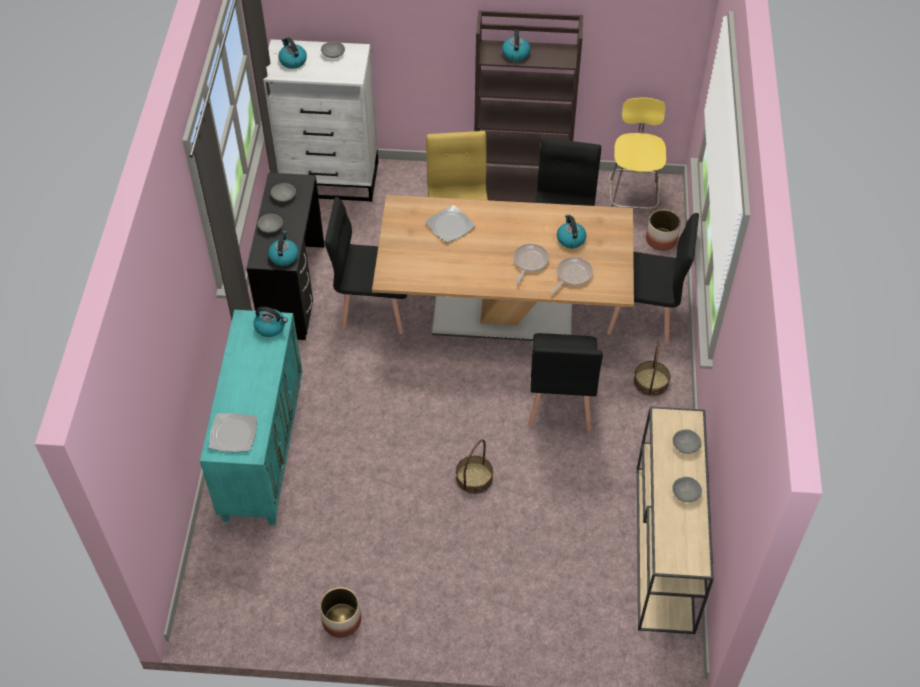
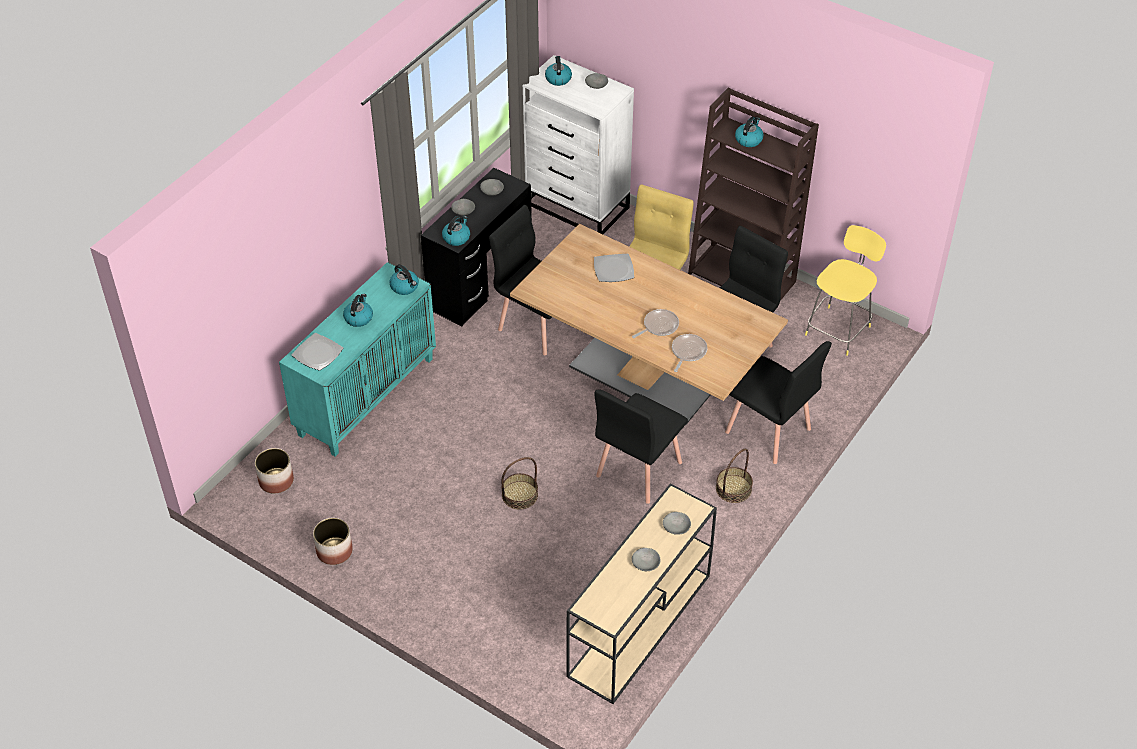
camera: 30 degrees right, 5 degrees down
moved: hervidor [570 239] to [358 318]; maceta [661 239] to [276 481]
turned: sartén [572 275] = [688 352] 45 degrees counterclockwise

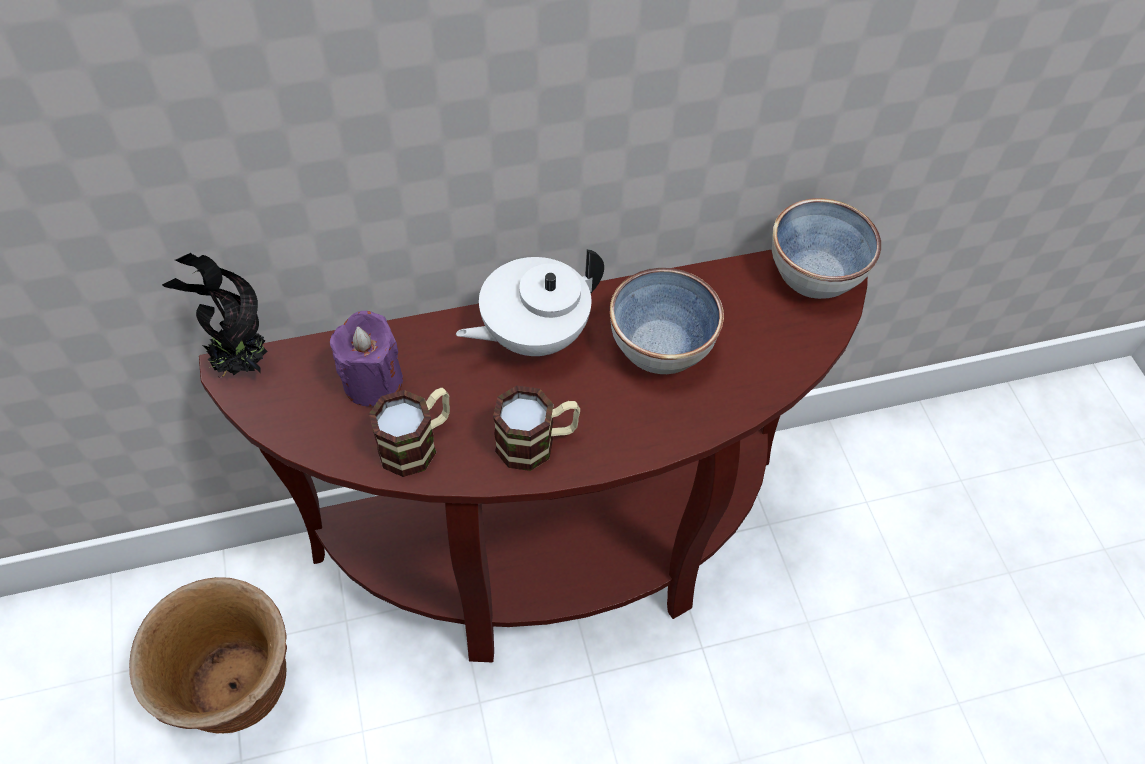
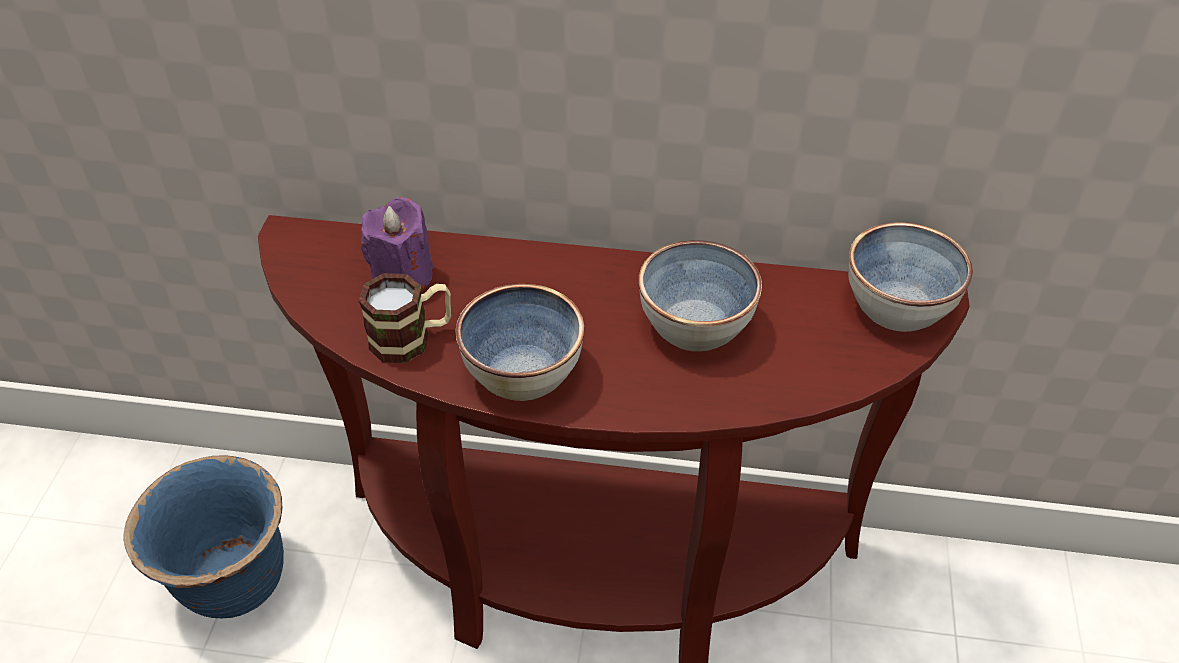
camera: 25 degrees right, 10 degrees down
removed: planta en maceta [239 365]; tetera (blanco) [533 335]
replaced: taza grande [537 443] to cuenco [523 372]
recoloured: maceta (marrón) [238 689] to maceta (azul) [234 583]

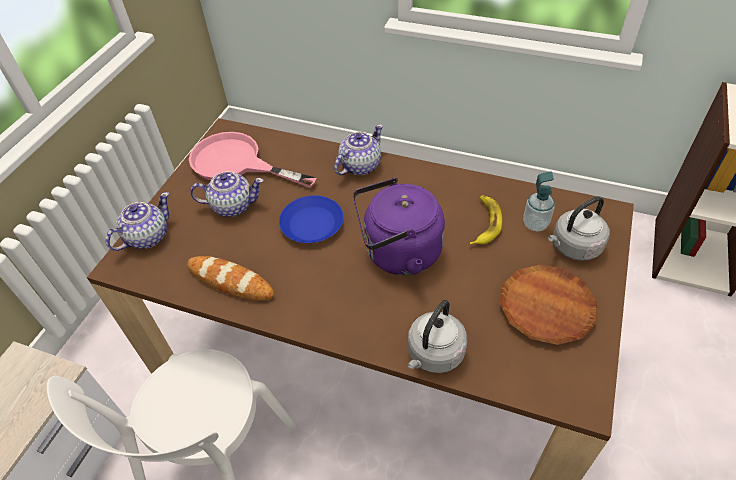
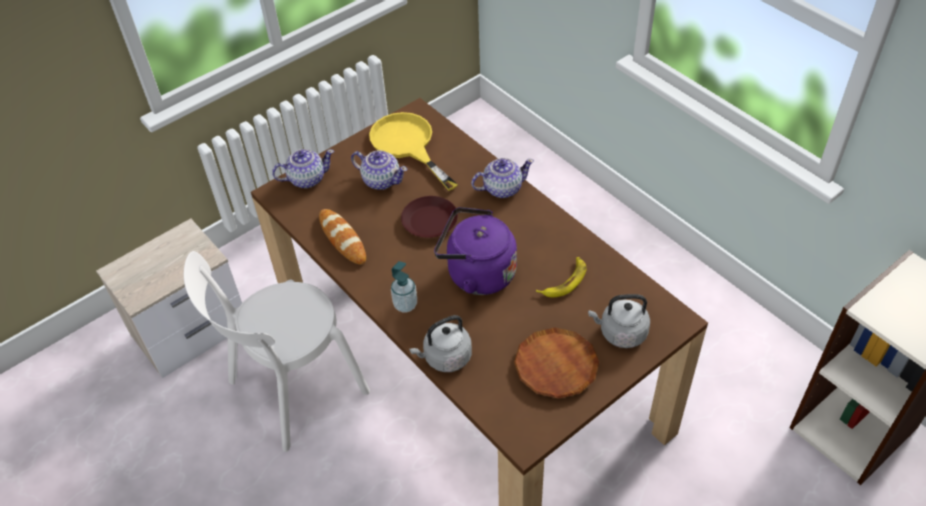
camera: 30 degrees right, 0 degrees up
moved: dispensador de jabón [535 224] to [405 305]
recoloured: sartén (rosa) [237 163] to sartén (amarillo) [408 145]; plato (azul) [312 224] to plato (marrón) [430 221]

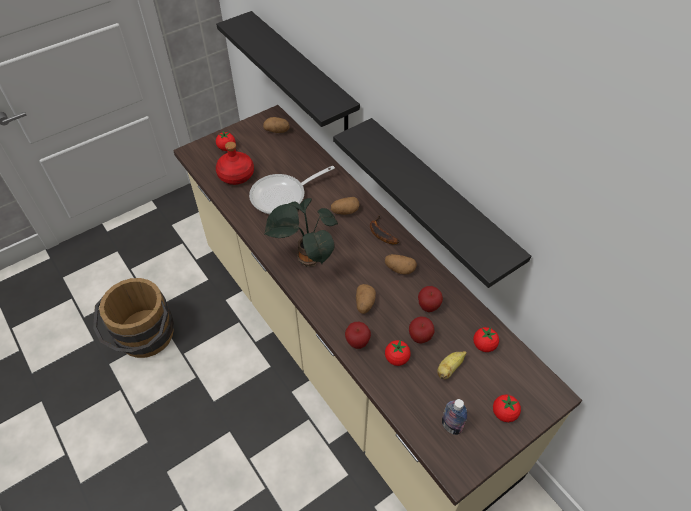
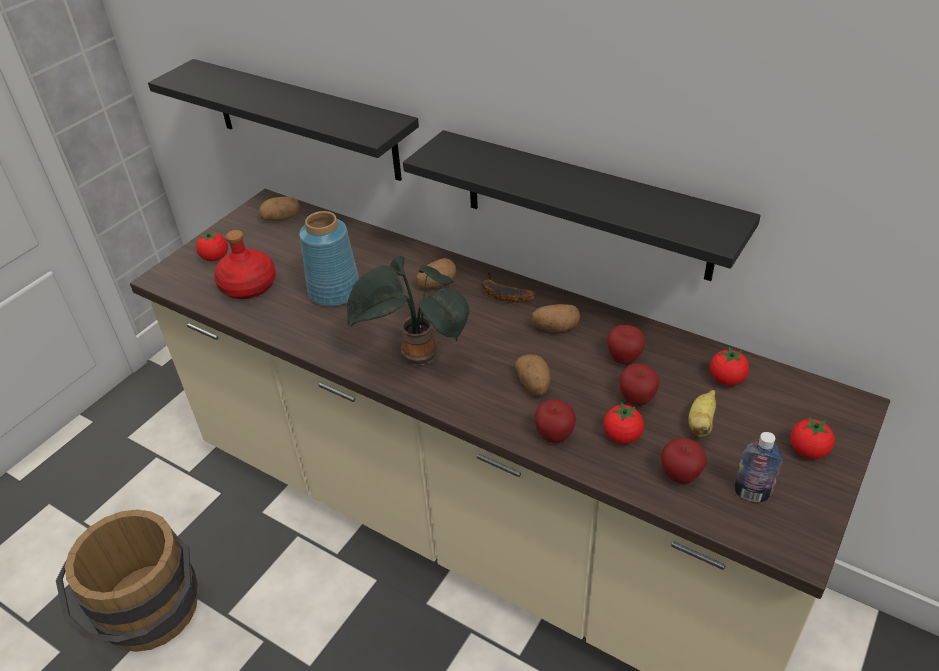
camera: 20 degrees left, 10 degrees down
added: manzana [680 476]
replaced: sartén [283 196] to florero (azul) [335 291]

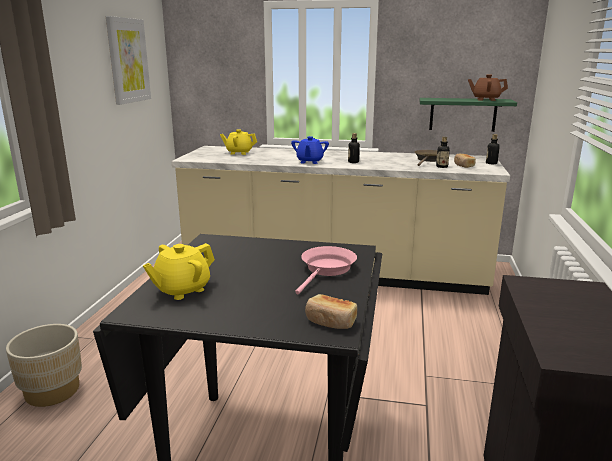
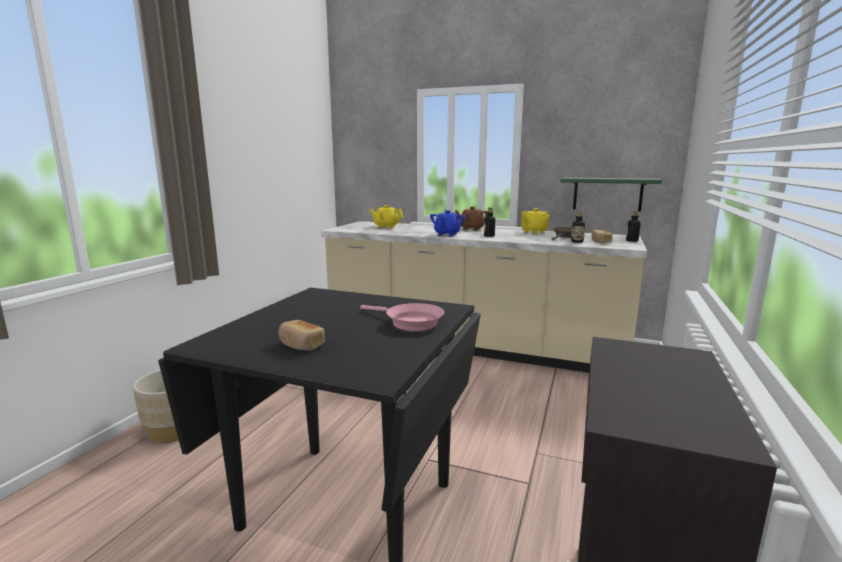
camera: 10 degrees right, 5 degrees down
removed: cuadro [128 60]
moved: tetera (amarillo) [182 290] to [533 232]; pan [330 321] to [301 345]; tetera (marrón) [485 99] to [471 229]
turned: sartén (rosa) [327 269] = [410 322] 90 degrees clockwise

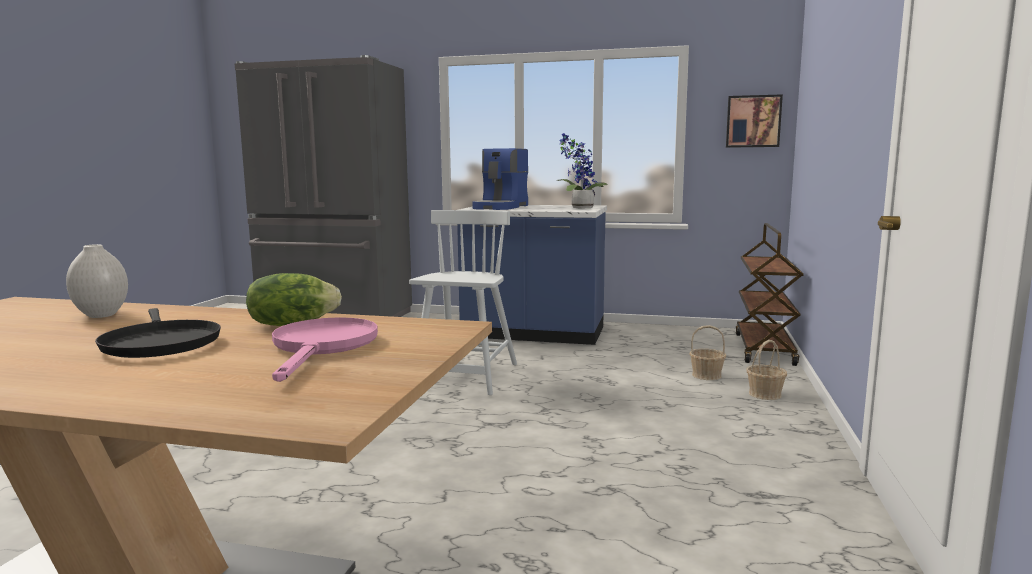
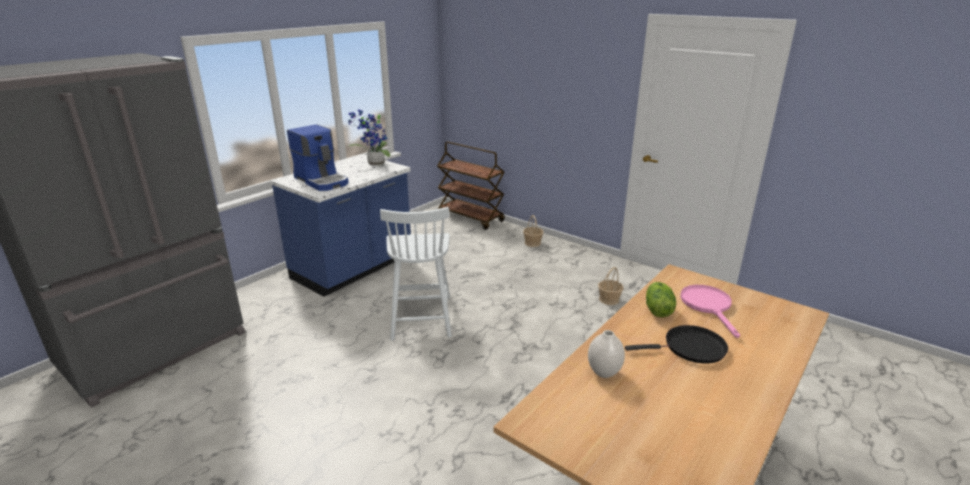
camera: 65 degrees left, 15 degrees up
removed: cuadro [753 121]
moved: cesta [706 375] to [609 299]
turned: sartén (rosa) [322 347] = [708 306] 60 degrees clockwise; silla (blanco) [467 377] = [421 316] 135 degrees counterclockwise

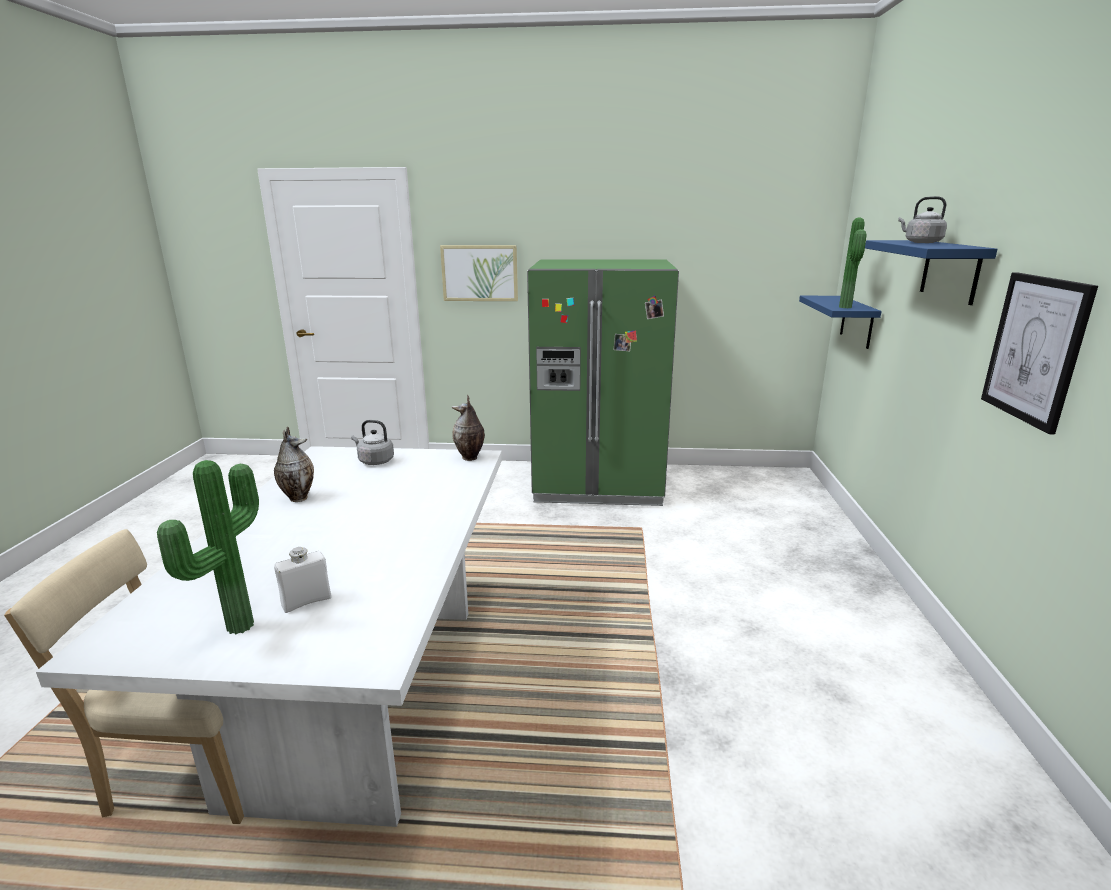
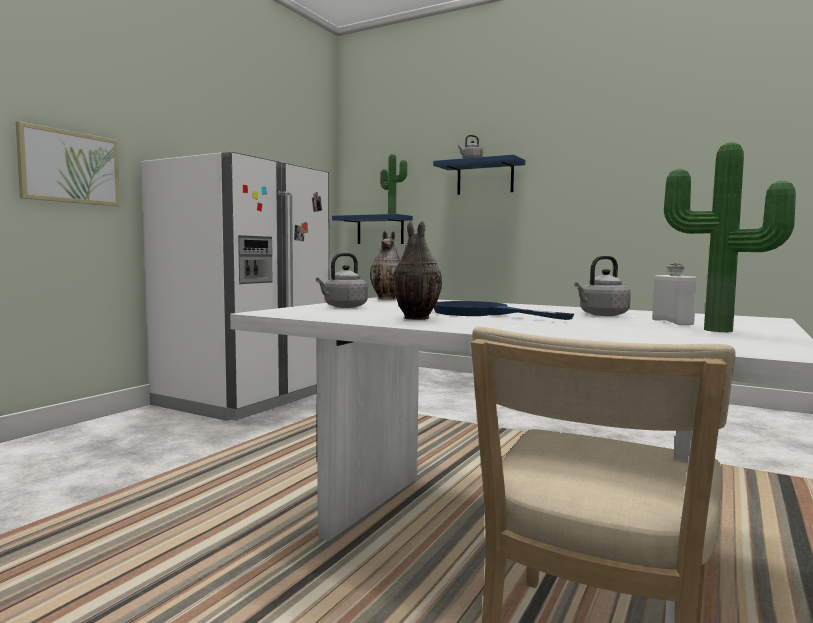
camera: 65 degrees left, 15 degrees down
removed: cuadro [1035 349]
added: sartén (azul) [481 313]; hervidor (gris) [601 315]
recoloured: nevera (verde) [598 483] to nevera (blanco) [244 398]

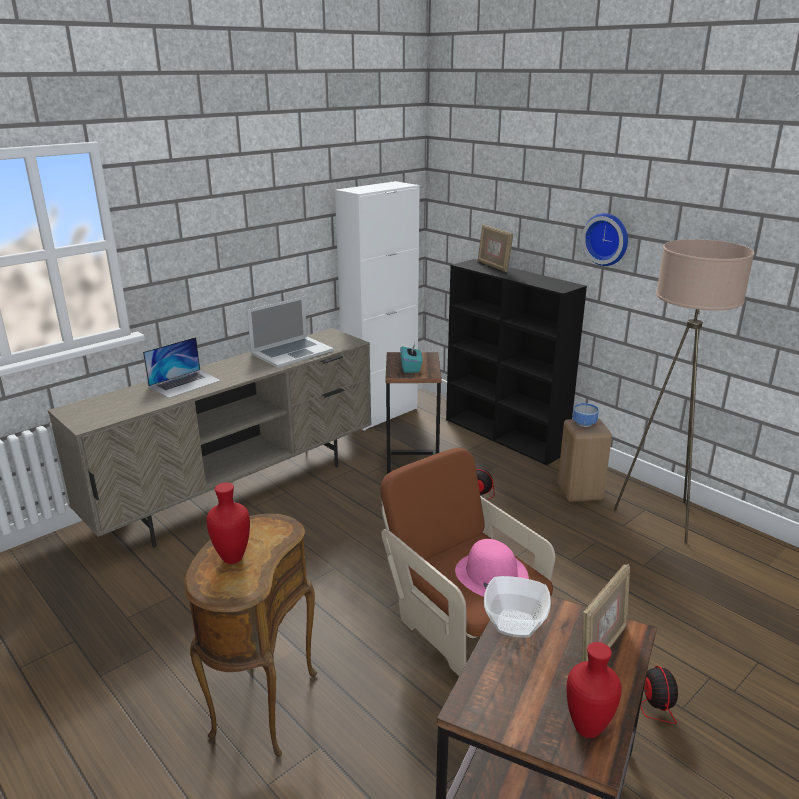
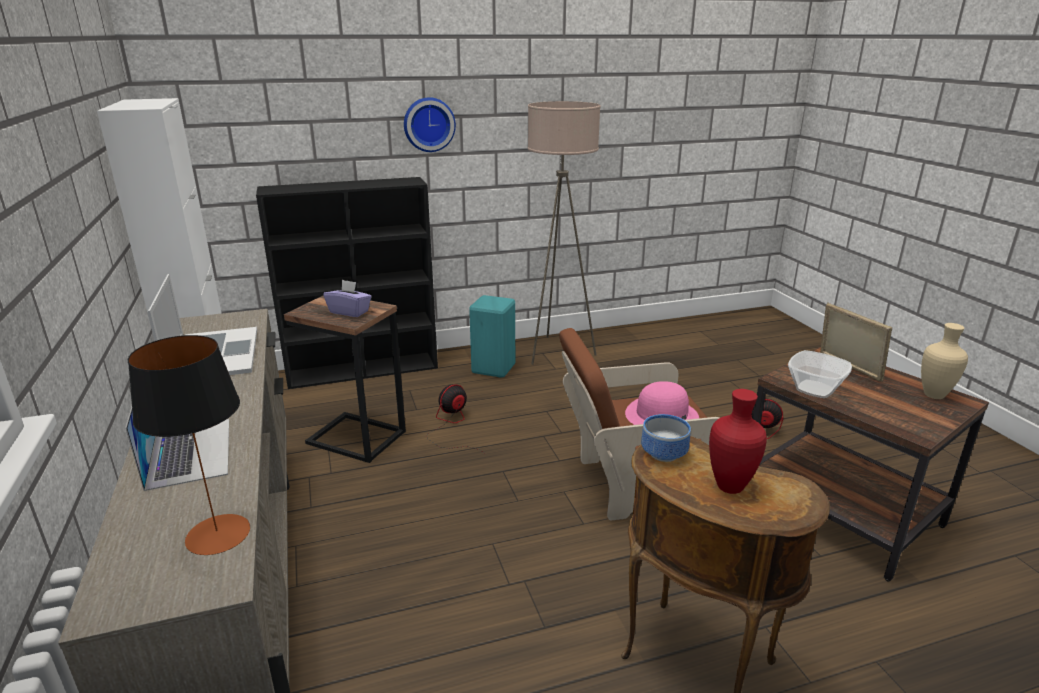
camera: 65 degrees left, 0 degrees up
removed: portarretratos [493 266]
added: lámpara de mesa [217 534]
moved: cuenco [583 423] to [662 455]
recoloured: caja de pañuelos (turquesa) [411 368] to caja de pañuelos (morado) [349 312]; taburete (beis) [581 492] to taburete (turquesa) [495 368]; florero (rojo) [586 727] to florero (beis) [932 395]

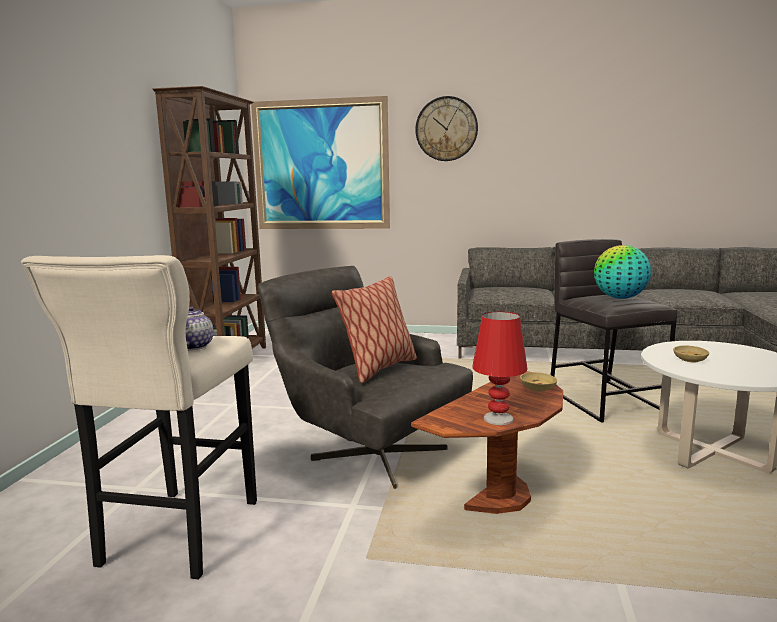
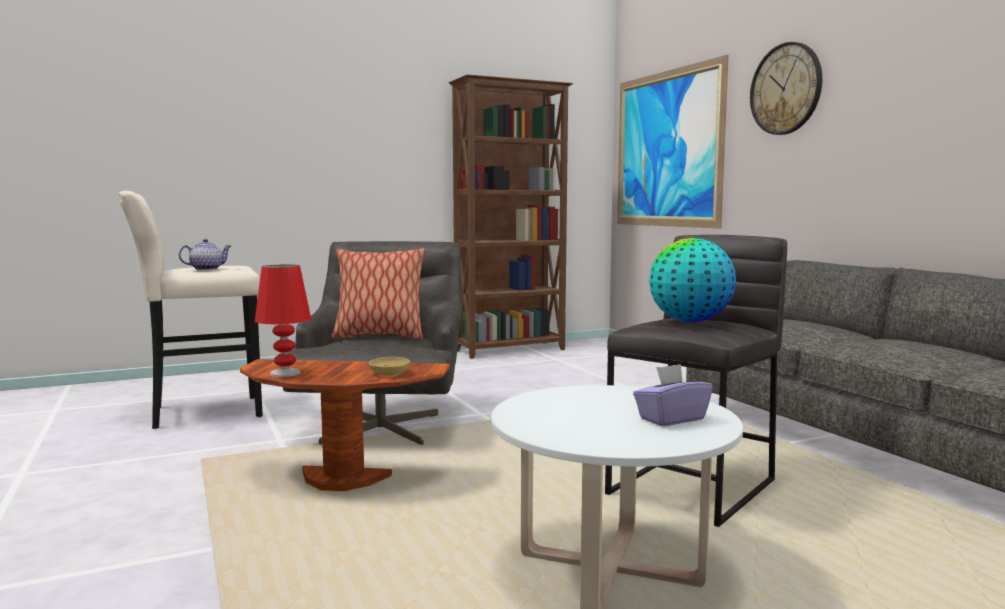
camera: 55 degrees right, 5 degrees down
removed: cuenco (beis) [690 360]
added: caja de pañuelos (morado) [671 419]

